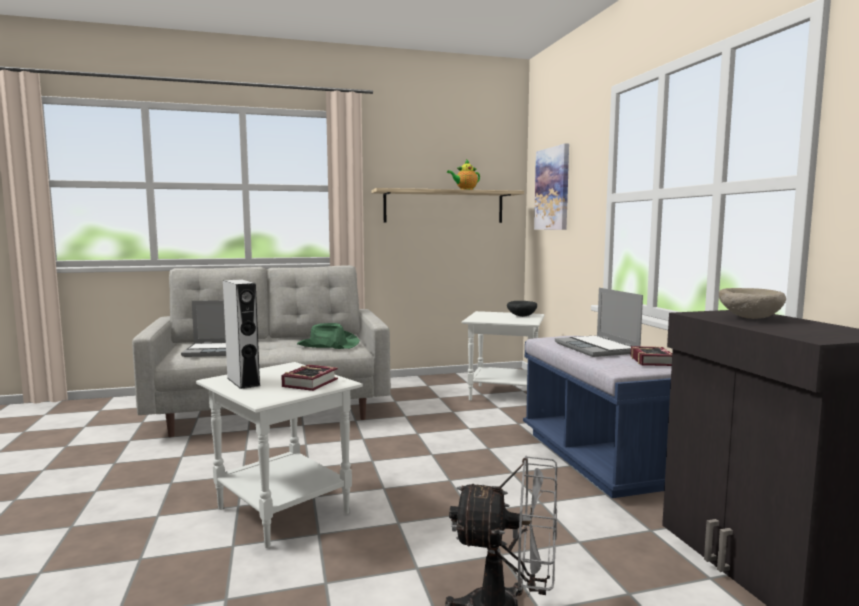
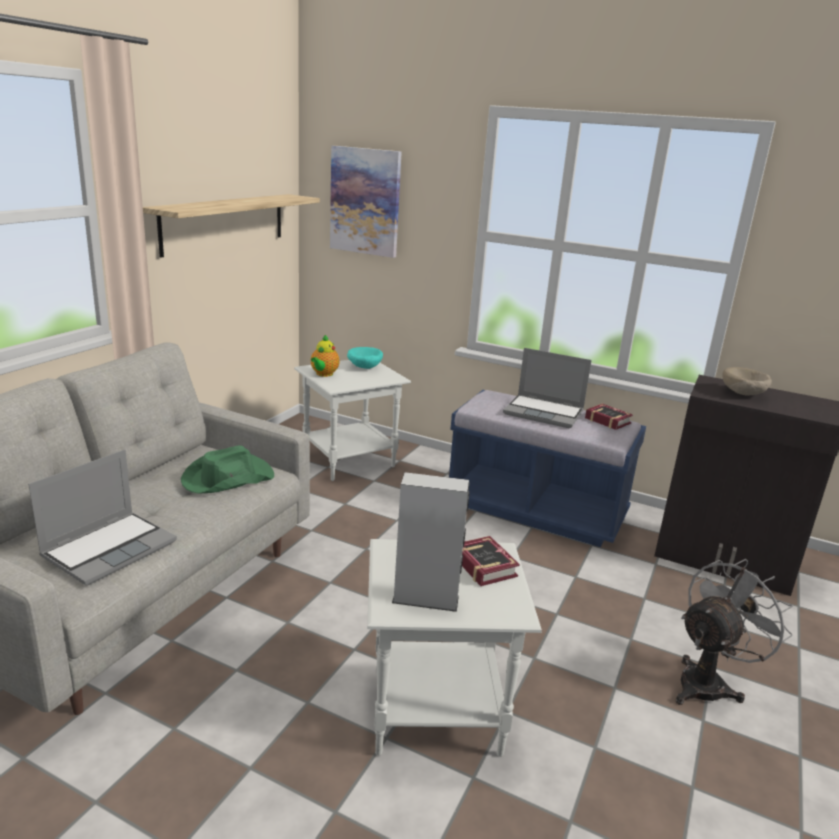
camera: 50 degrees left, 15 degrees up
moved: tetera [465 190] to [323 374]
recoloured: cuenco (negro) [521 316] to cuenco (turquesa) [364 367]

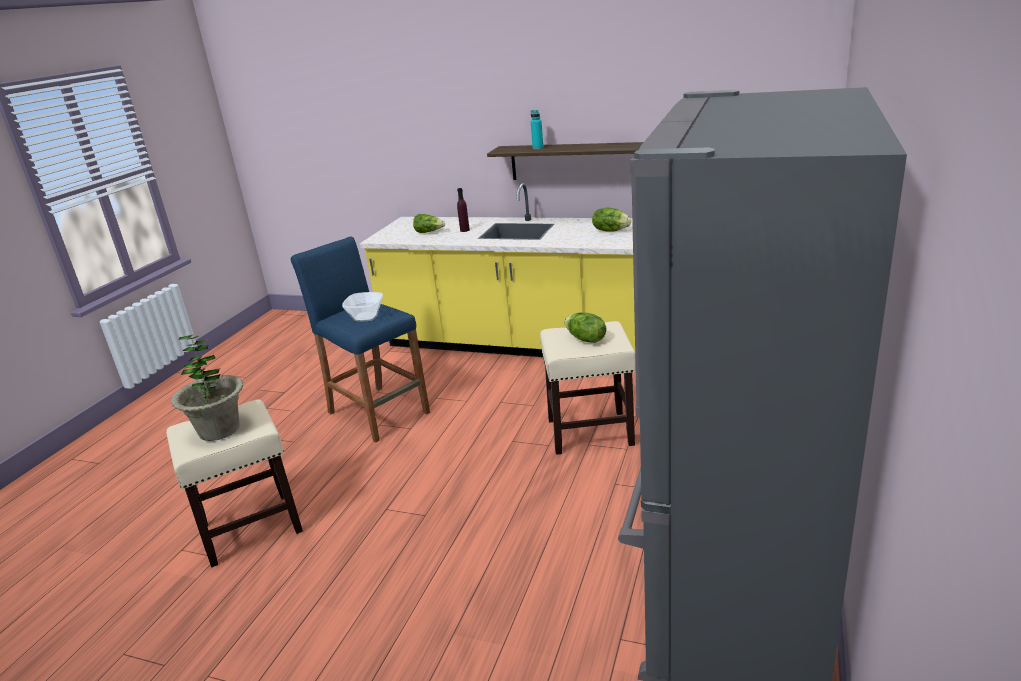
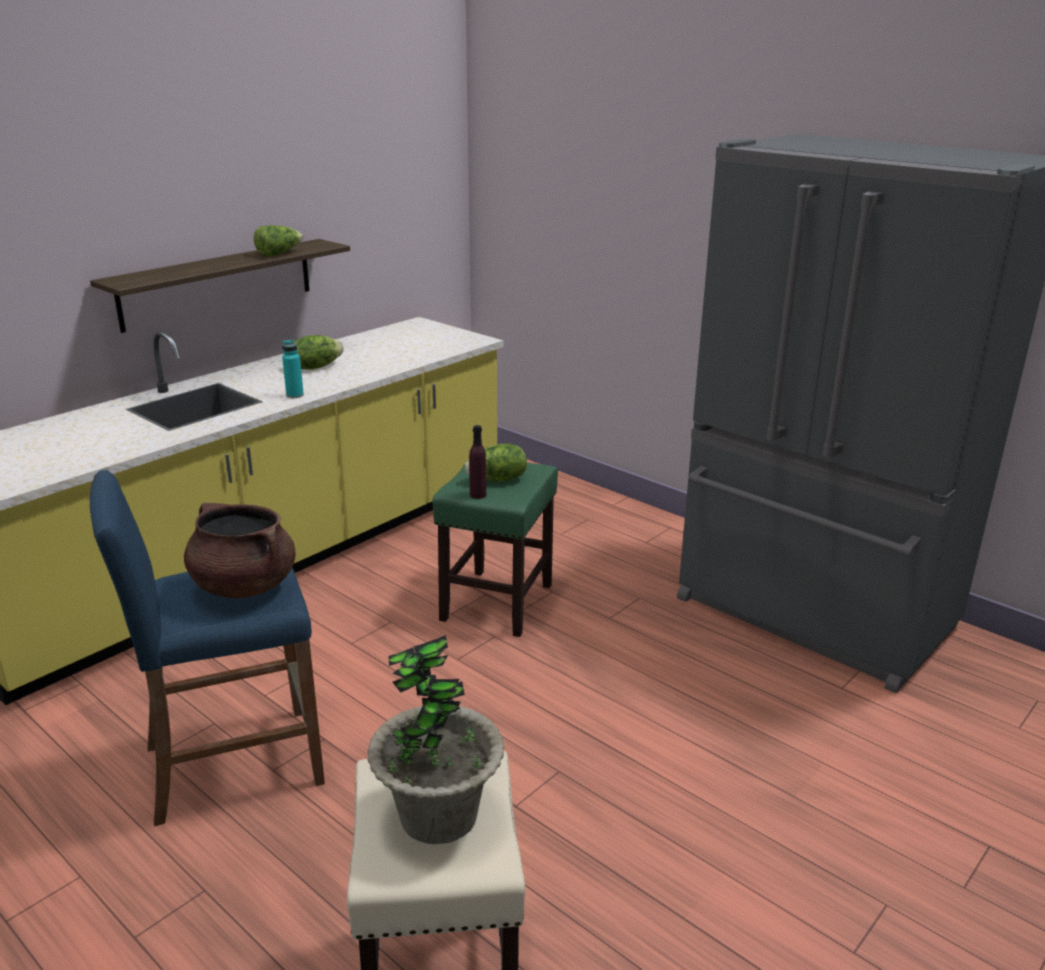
camera: 70 degrees left, 0 degrees up
moved: lechuga [429 232] to [279 253]; botella (morado) [464 230] to [478 495]; botella (turquesa) [538 148] to [295 395]
replaced: cuenco [365 317] to olla (marrón) [243 586]
recoloured: taburete (beis) [591 432] to taburete (verde) [497 601]

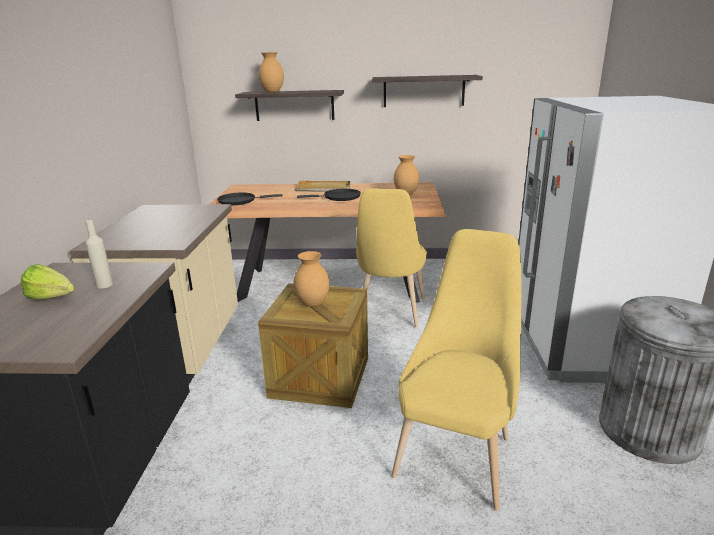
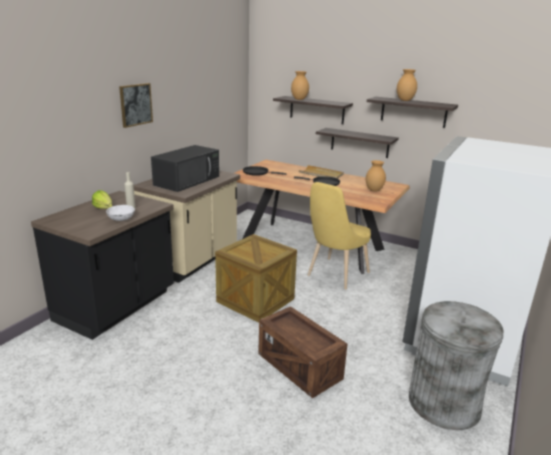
camera: 25 degrees right, 0 degrees up
added: cuenco (blanco) [121 219]; cuadro [135 104]; microondas (negro) [187 180]; estante [359 143]
moved: florero (marrón) [313 304] to [405 100]
replaced: silla (amarillo) [457 452] to caja de embalaje [299 366]

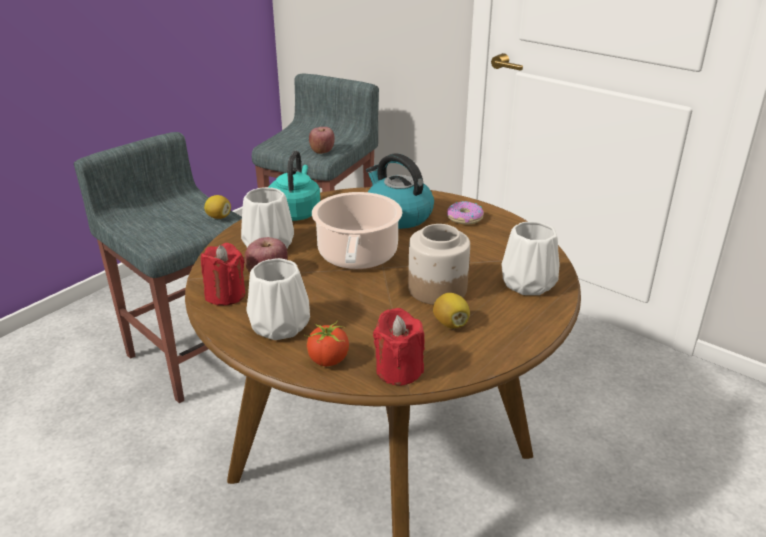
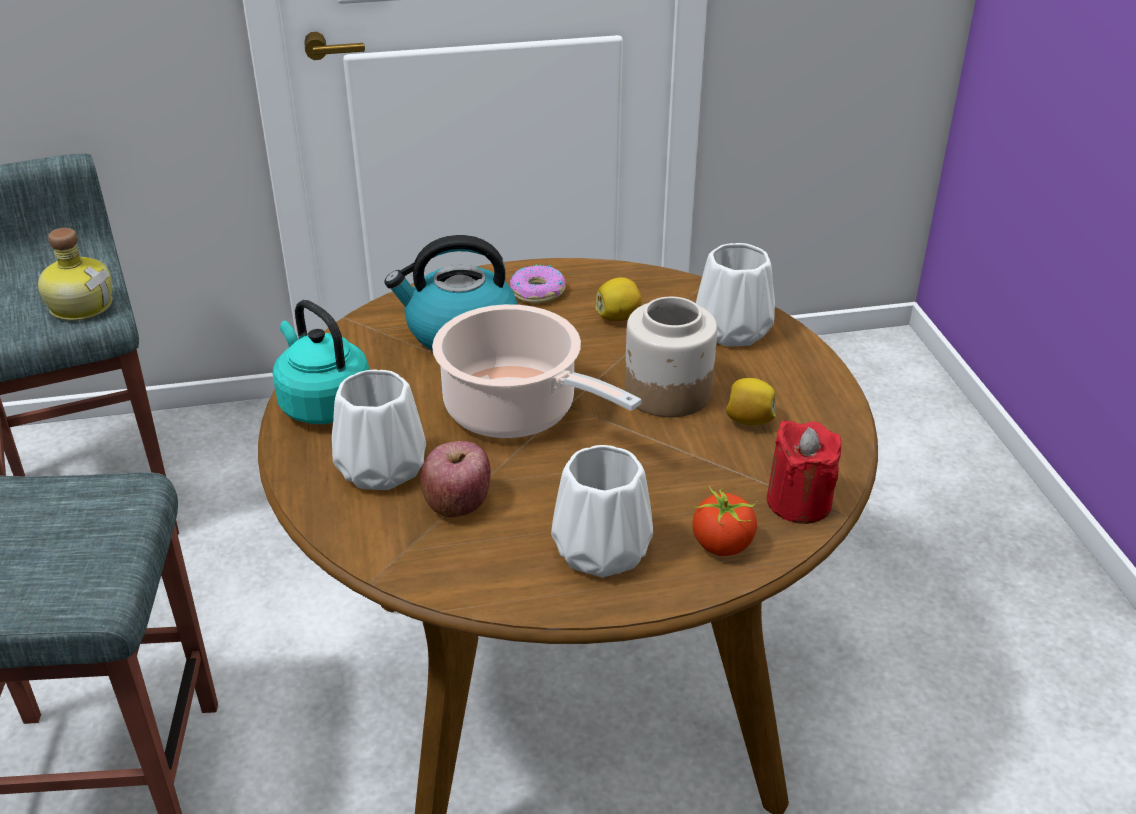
camera: 50 degrees left, 5 degrees up
removed: vela (rojo) [225 295]
moved: limón [218 217] to [618 317]
replaced: manzana [322 151] to botella [81 305]

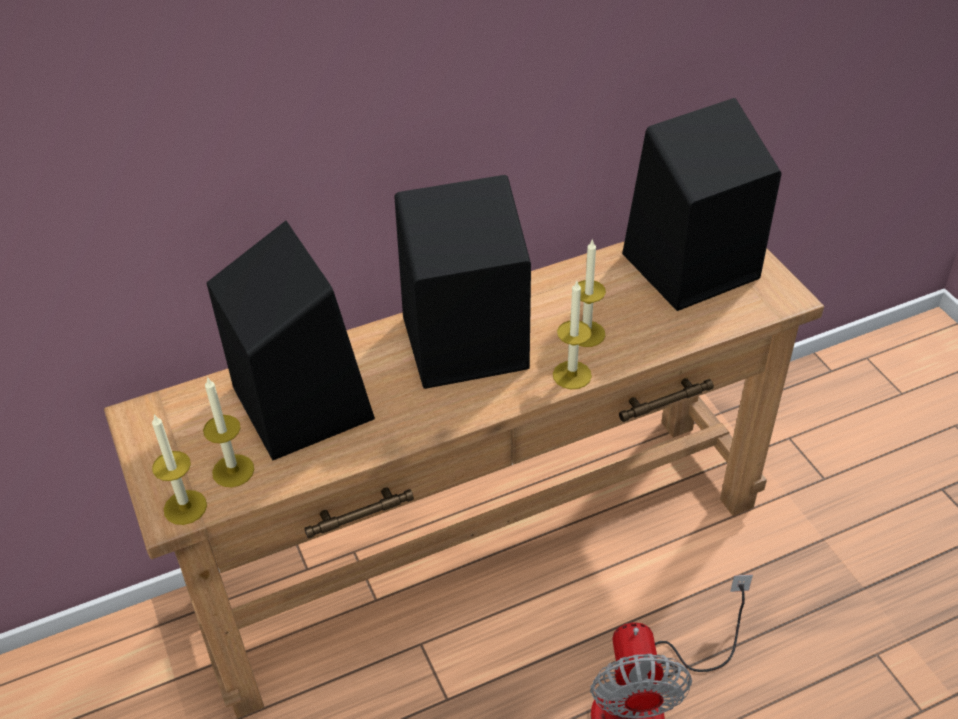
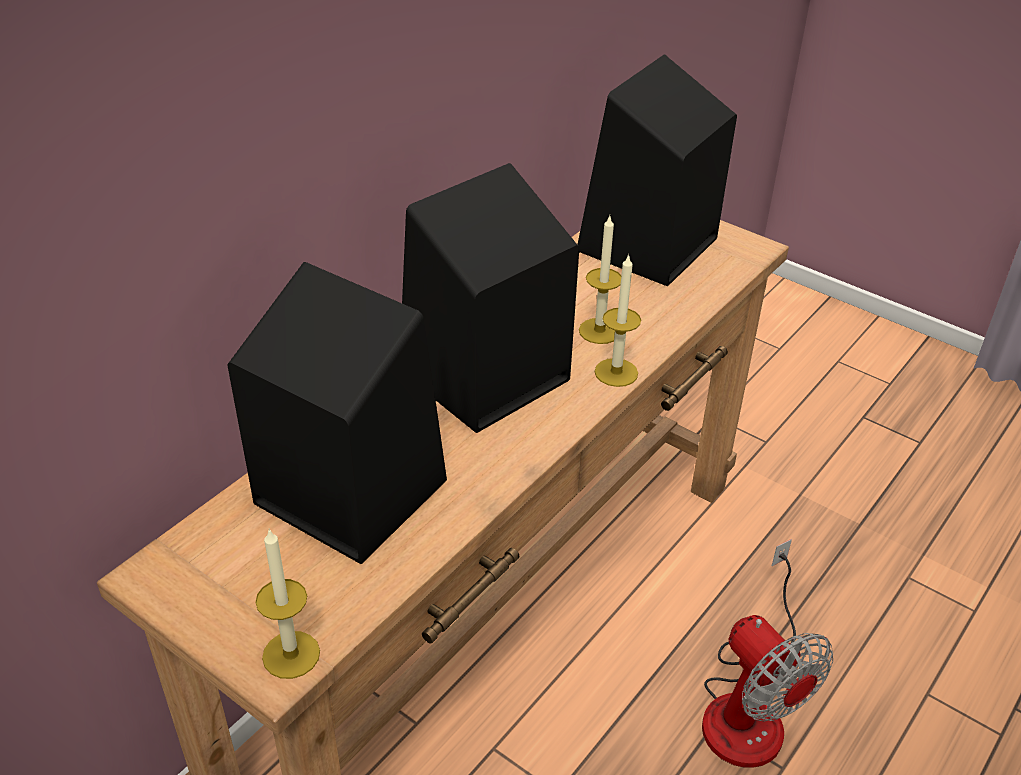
camera: 30 degrees left, 5 degrees down
removed: vela [233 471]

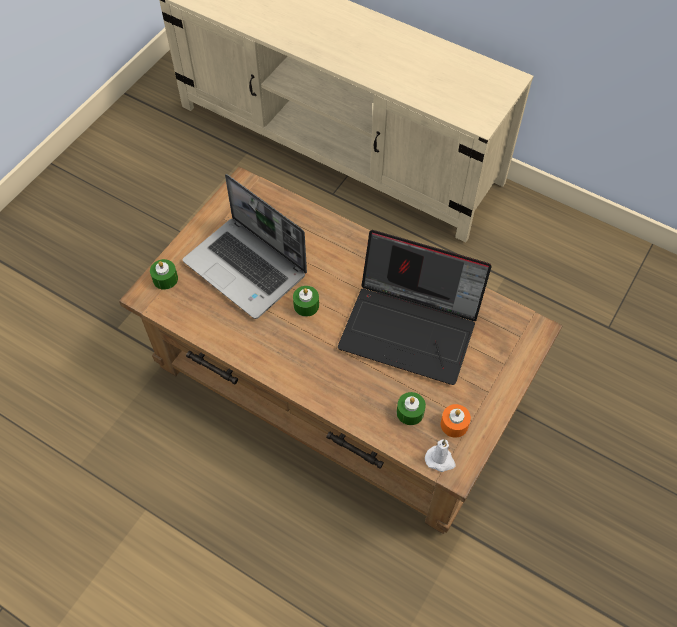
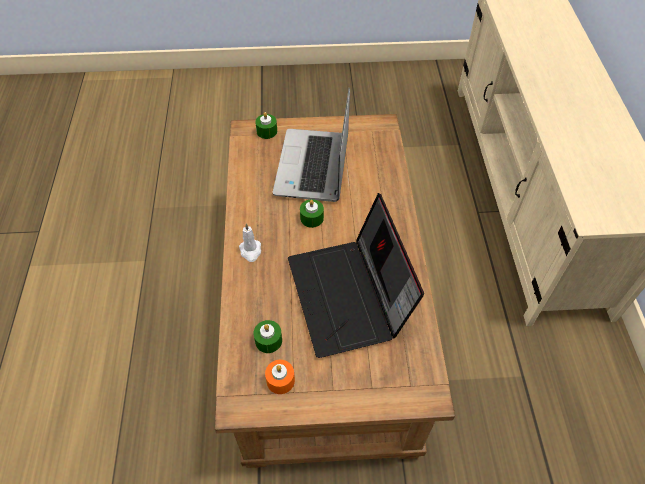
camera: 55 degrees right, 5 degrees down
moved: vela (blanco) [440 460] to [250 251]

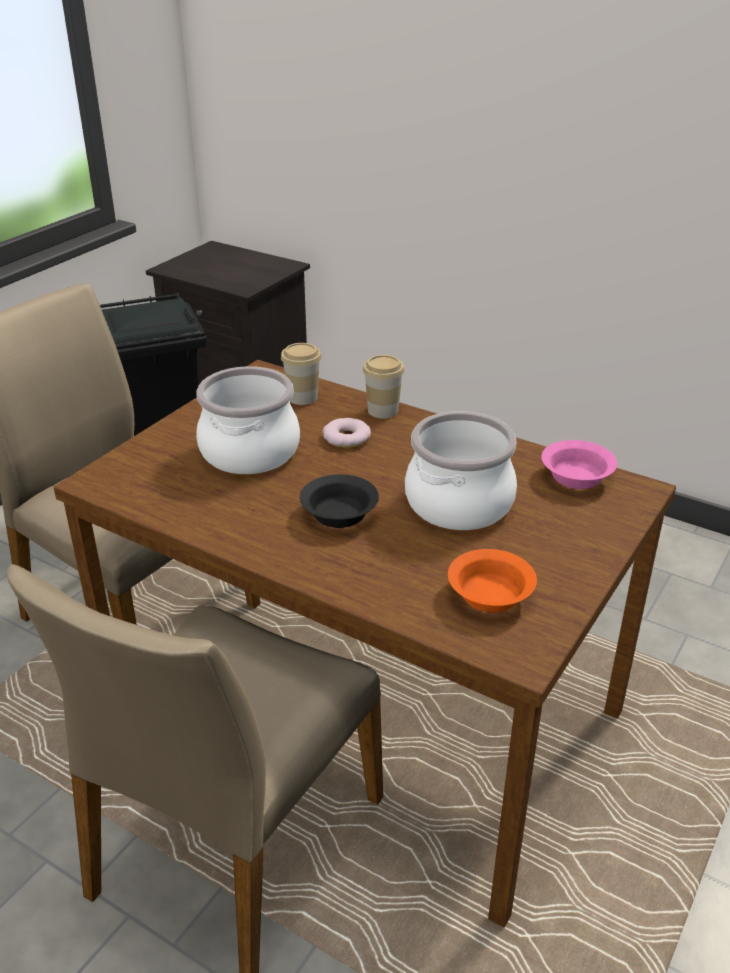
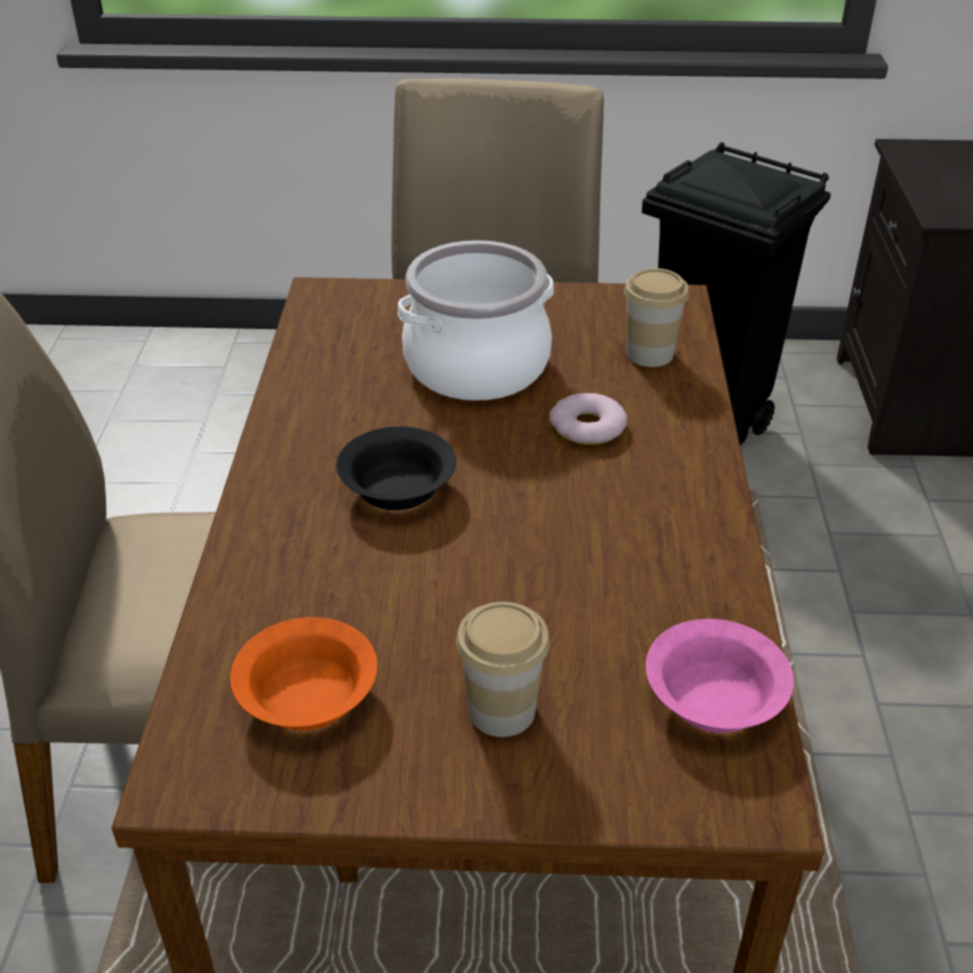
camera: 60 degrees right, 5 degrees up
removed: olla [460 504]
moved: taza [383 410] to [502 710]

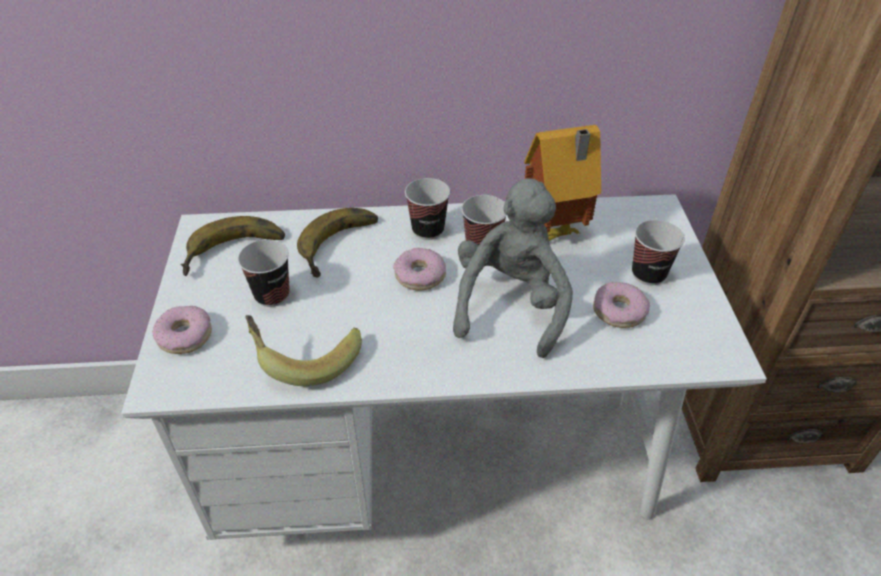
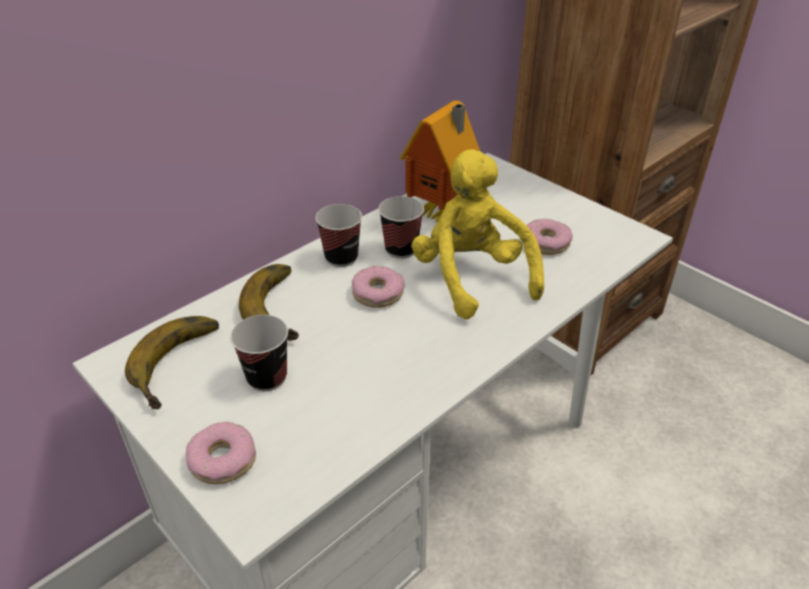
camera: 40 degrees left, 5 degrees down
removed: plátano [305 357]; taza [648 274]
recoloured: peluche (gris) [511 305] to peluche (amarillo) [472 277]

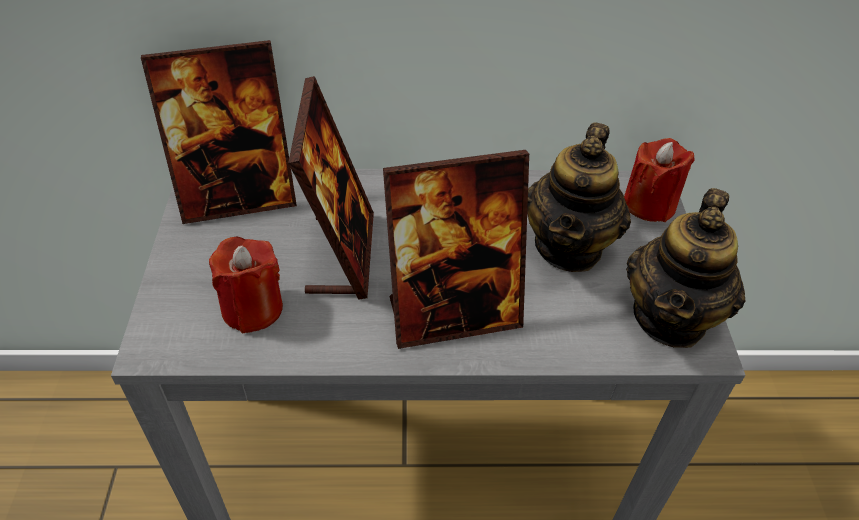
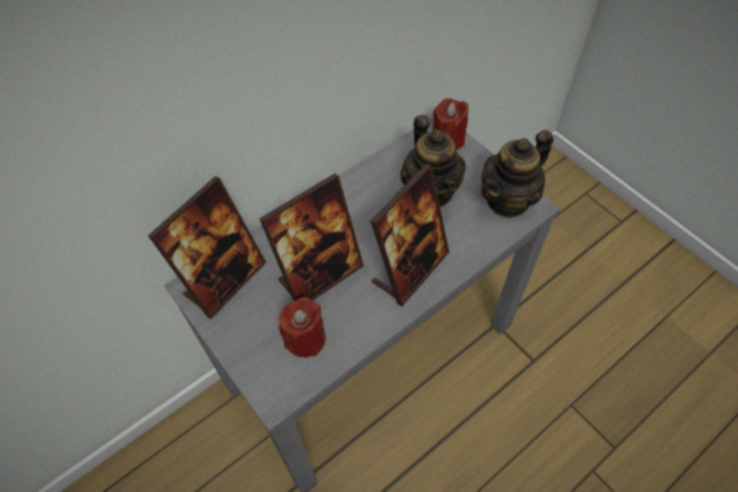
camera: 35 degrees left, 10 degrees up
turned: portarretratos [341 254] = [320 274] 90 degrees clockwise; tetera [670 317] = [508 200] 60 degrees clockwise

